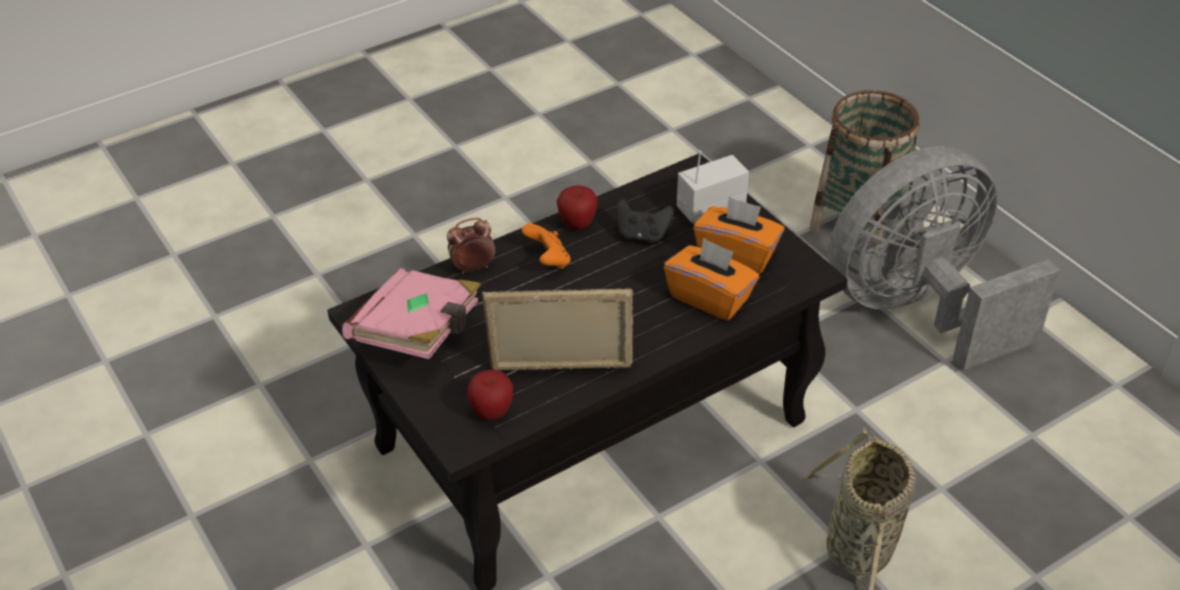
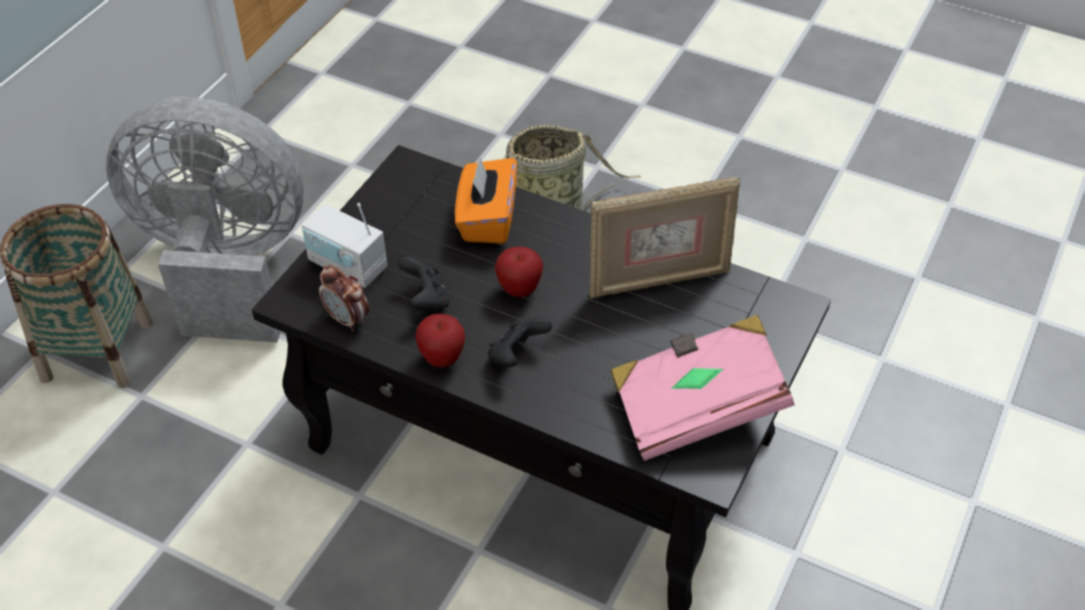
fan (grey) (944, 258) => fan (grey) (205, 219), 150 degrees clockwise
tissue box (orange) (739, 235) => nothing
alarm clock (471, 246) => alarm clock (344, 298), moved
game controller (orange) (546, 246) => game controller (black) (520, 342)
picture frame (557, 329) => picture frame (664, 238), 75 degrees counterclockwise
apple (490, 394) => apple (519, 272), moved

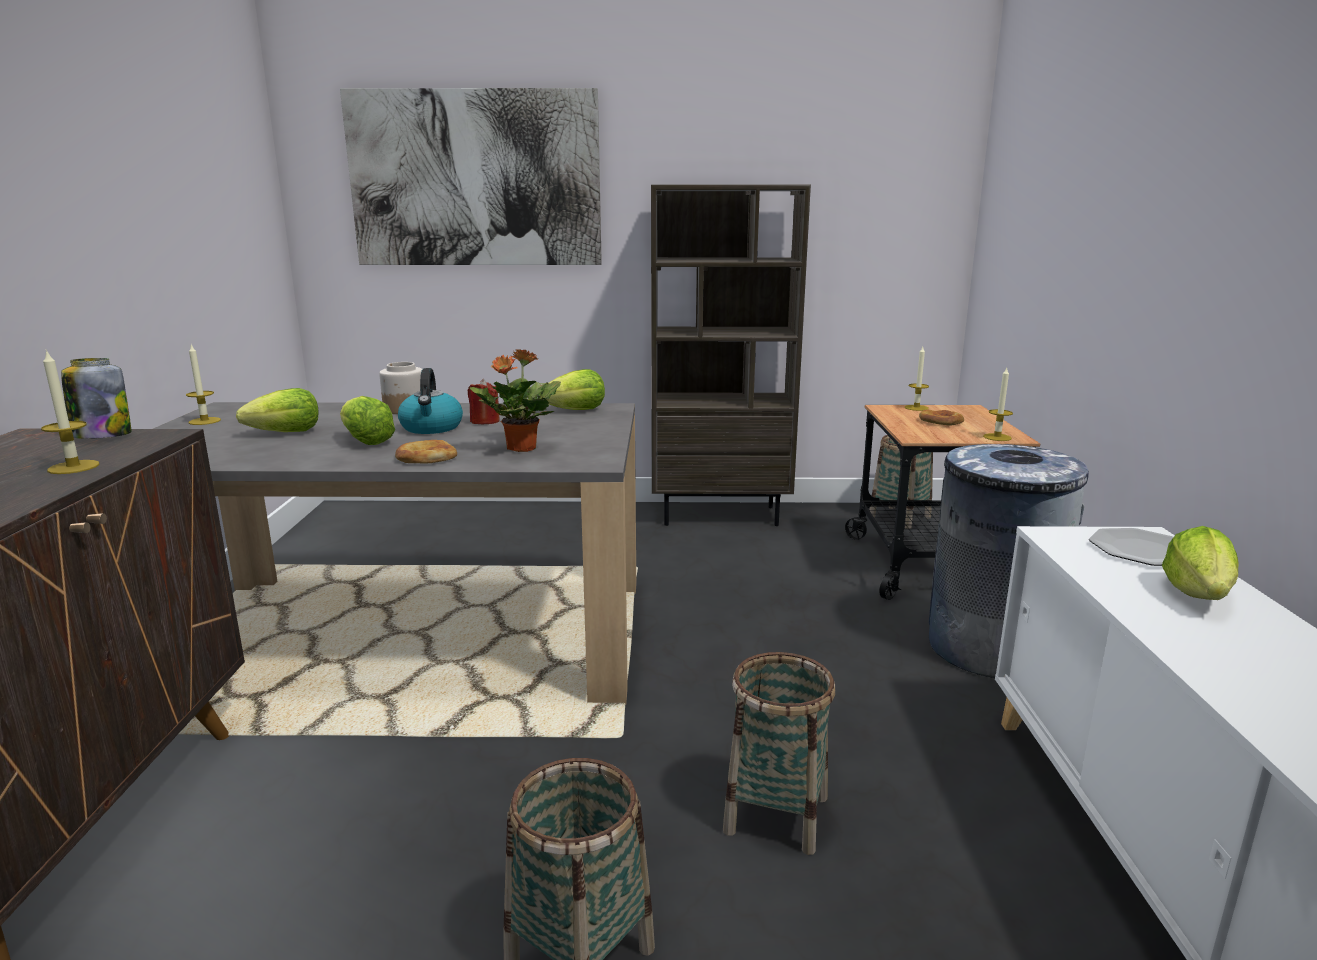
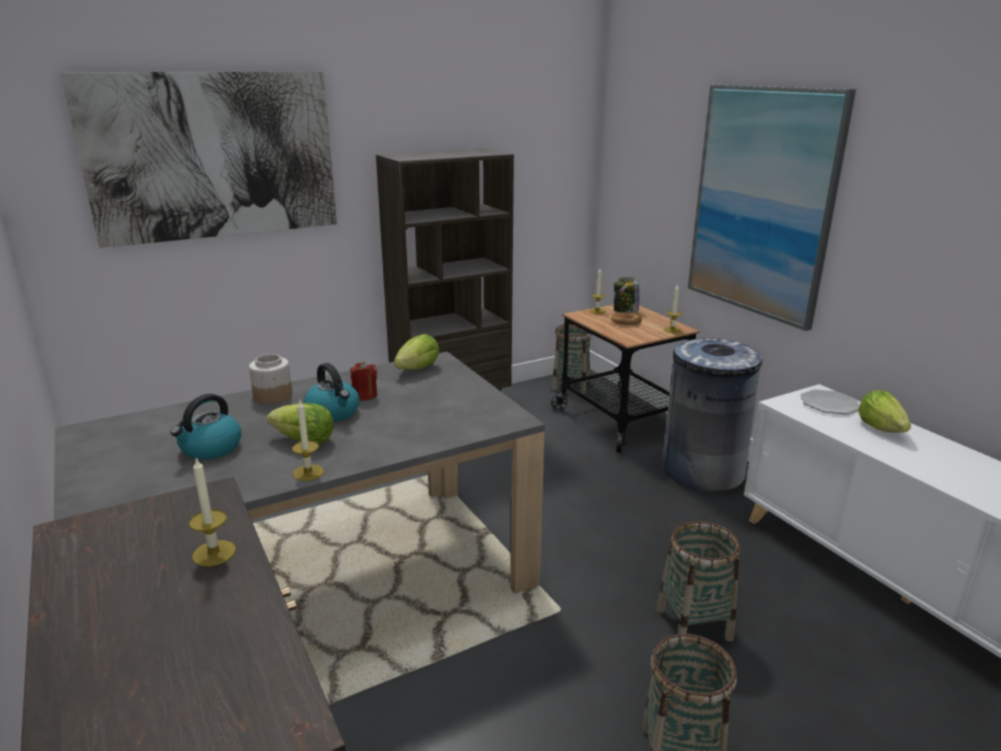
candle (203, 384) => candle (308, 440), moved
potted plant (515, 400) => nothing
jar (96, 398) => jar (626, 295), moved
lettuce (277, 410) => kettle (206, 427)
bread (426, 451) => nothing
nothing => picture (772, 207)

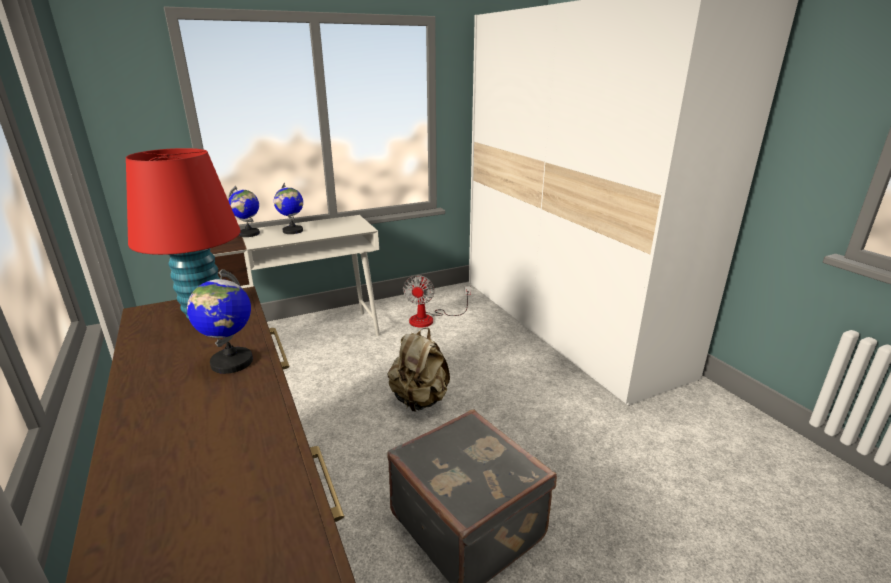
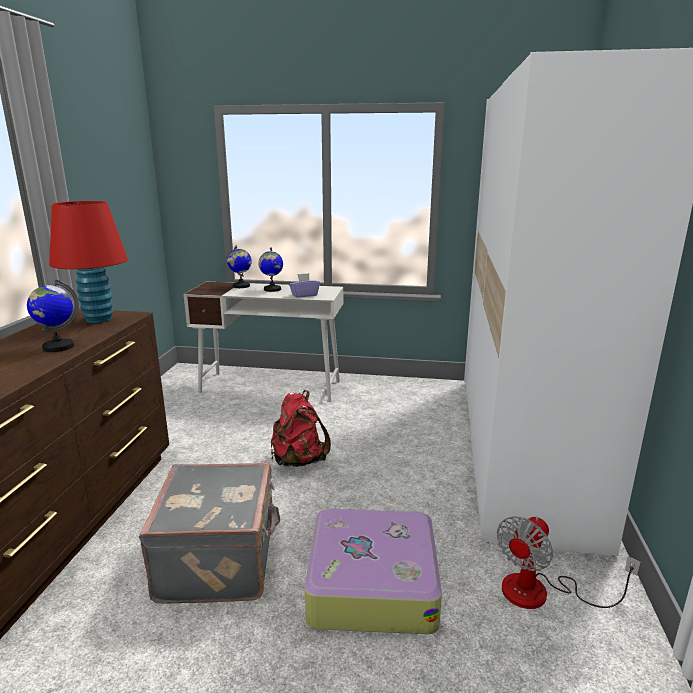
fan (437, 301) => fan (569, 562), moved
backpack (beige) (419, 370) => backpack (red) (301, 428)
nothing => tissue box (purple) (304, 285)
nothing => suitcase (373, 571)

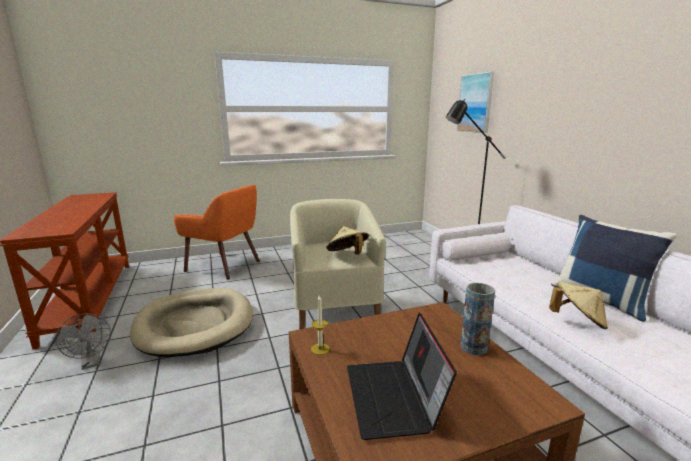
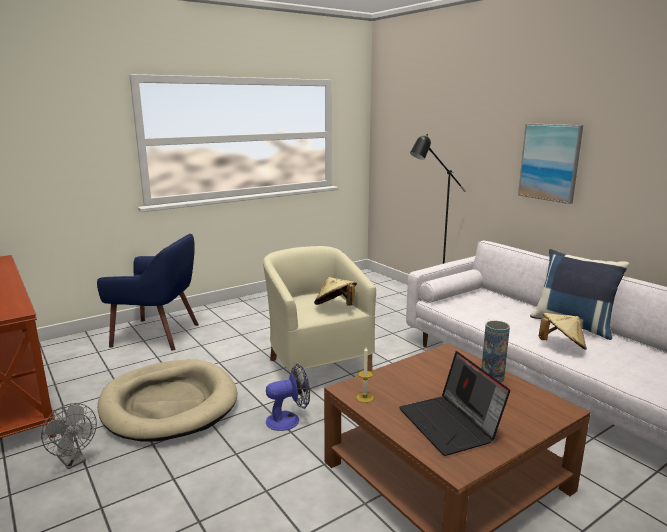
picture (475, 102) => picture (550, 163), moved
armchair (orange) (217, 232) => armchair (blue) (148, 292)
nothing => fan (288, 397)

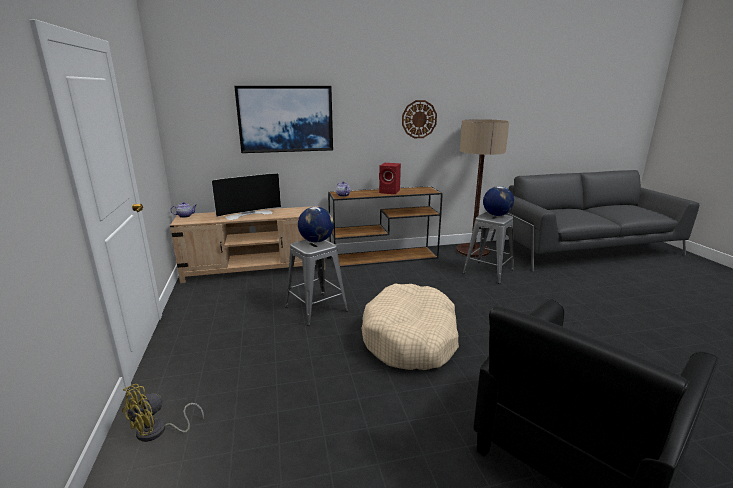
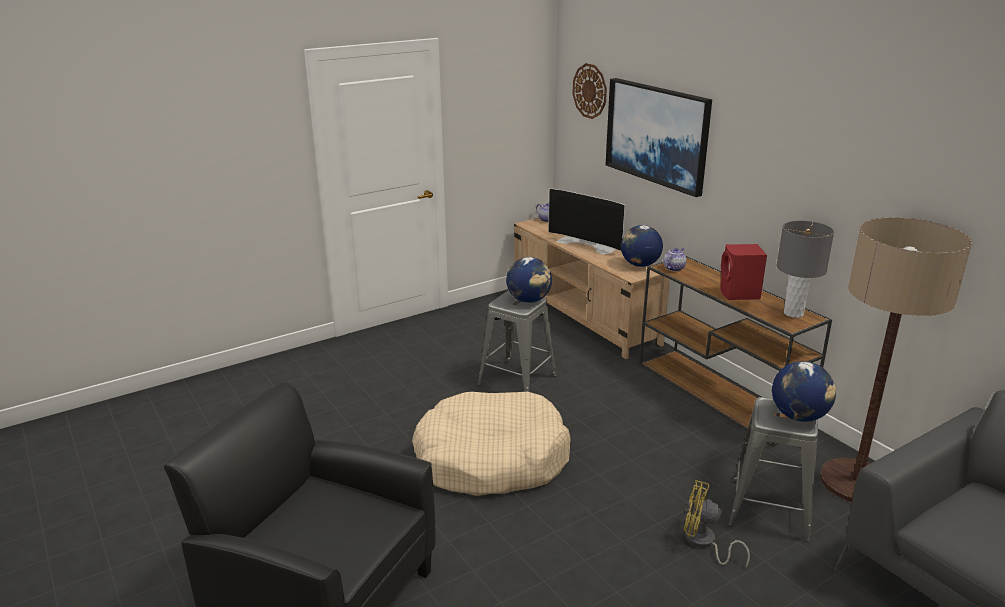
wall clock (419, 119) => wall clock (589, 91), moved
fan (yellow) (163, 413) => fan (yellow) (717, 524), moved
nothing => table lamp (grey) (805, 269)
nothing => globe (642, 246)

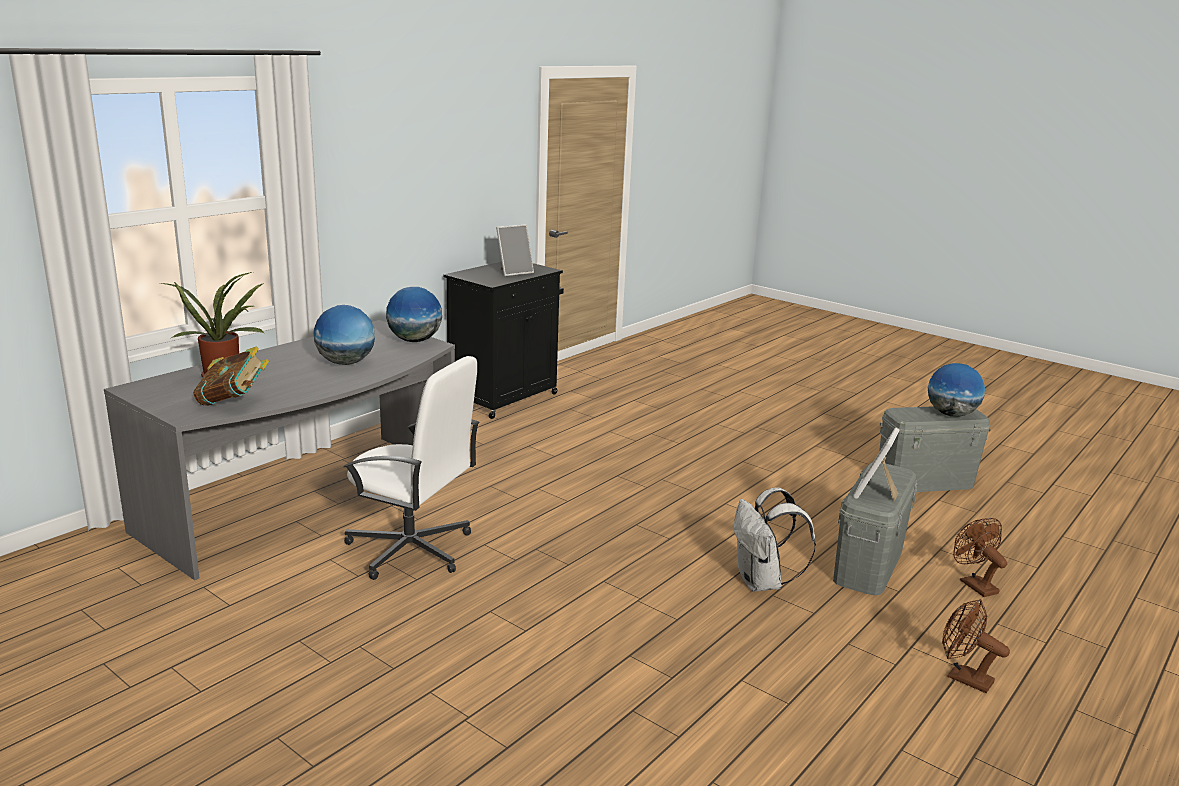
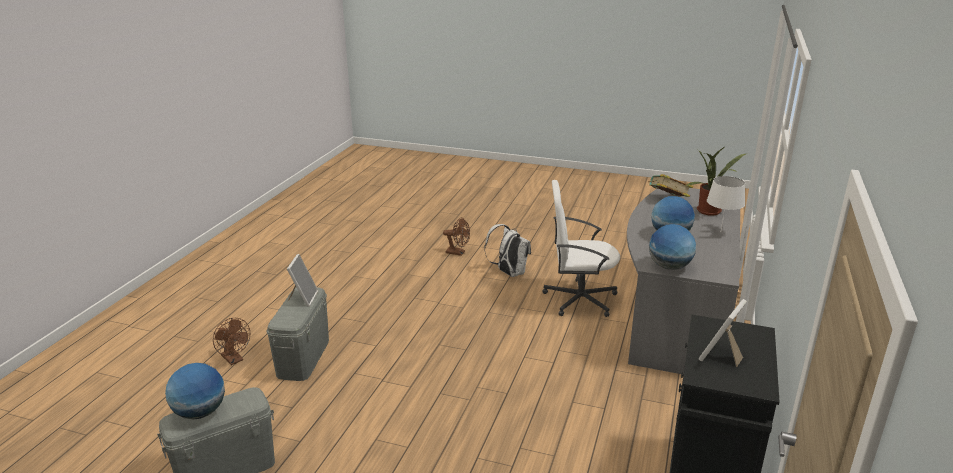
backpack (white) (775, 539) => backpack (white) (507, 250), moved
fan (brown) (976, 646) => fan (brown) (456, 236), moved
nothing => table lamp (white) (726, 203)

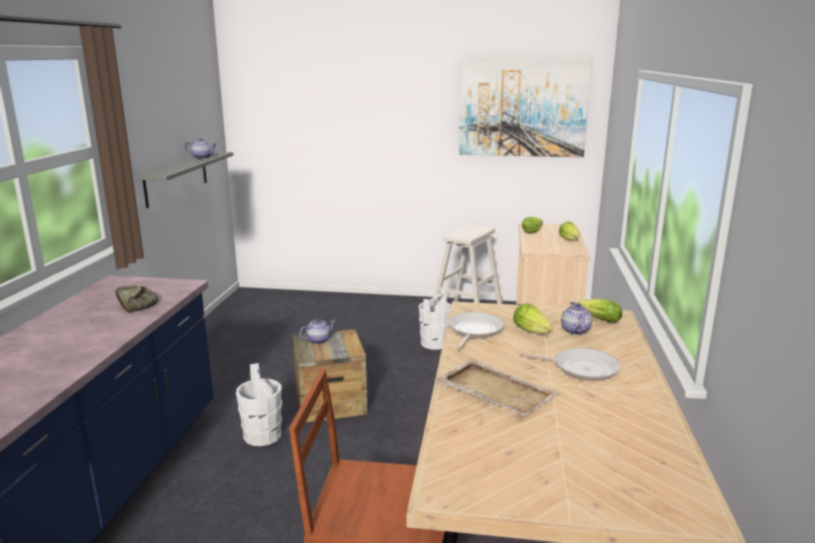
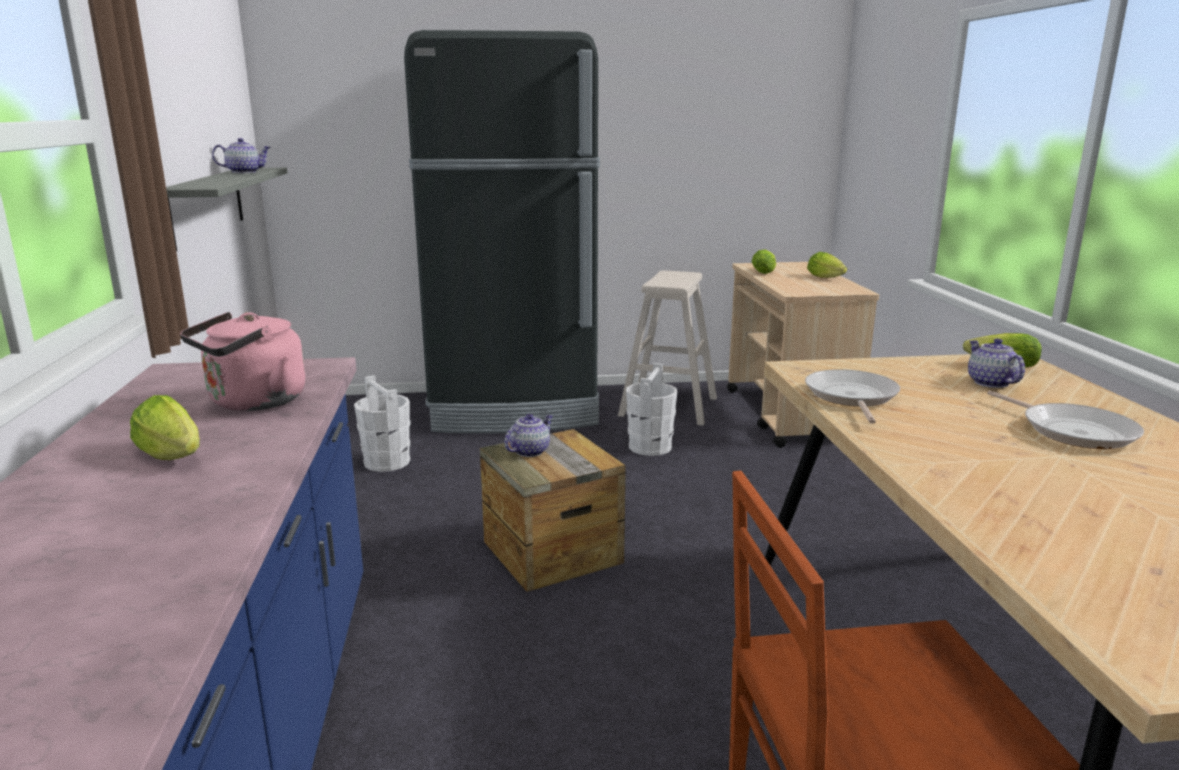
picture (525, 108) => nothing
bread (136, 298) => kettle (pink) (242, 361)
lettuce (533, 318) => lettuce (165, 427), moved
frying pan (570, 364) => frying pan (1065, 420), 60 degrees clockwise
tray (beige) (497, 387) => nothing
bucket (white) (259, 404) => bucket (white) (382, 423), moved
nothing => fridge (black) (502, 232)

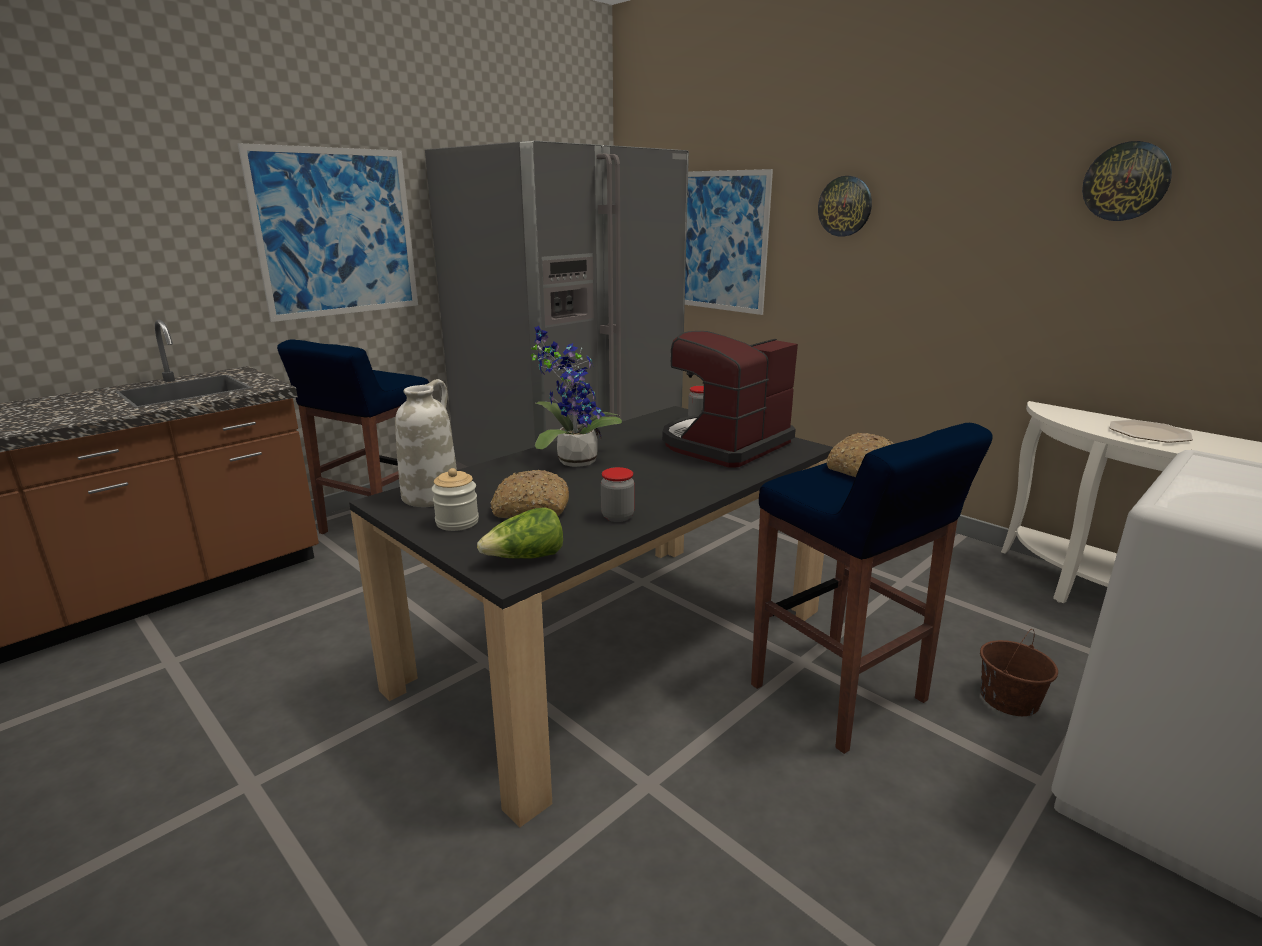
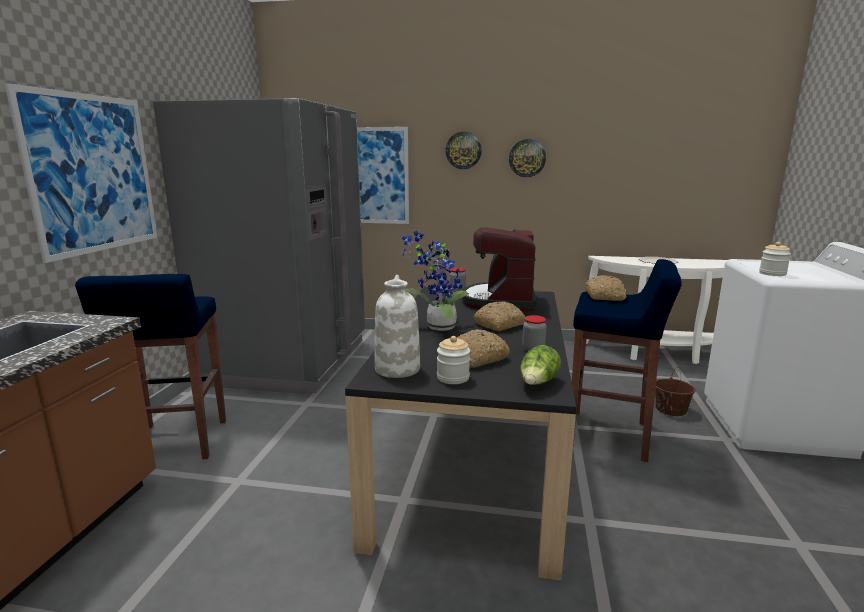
wall clock (1127, 181) => wall clock (527, 158), moved
nothing => jar (775, 259)
nothing => bread (499, 316)

